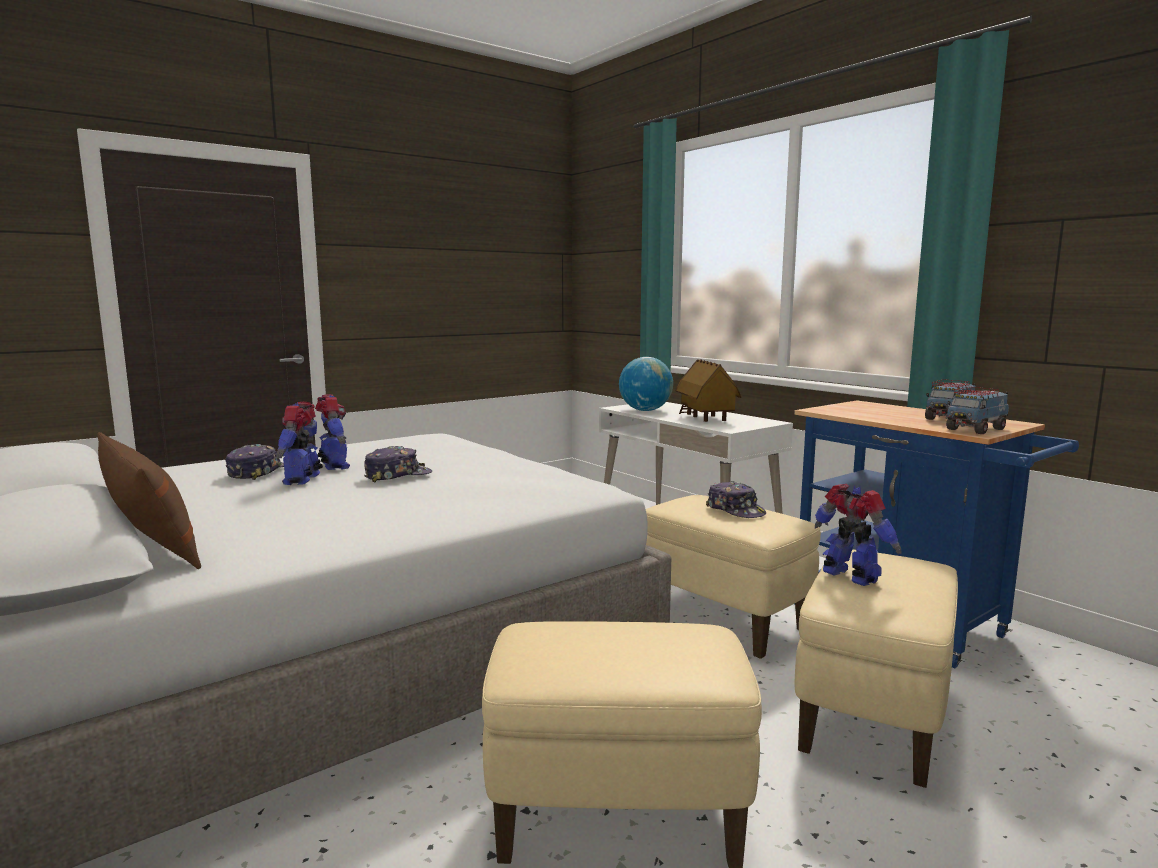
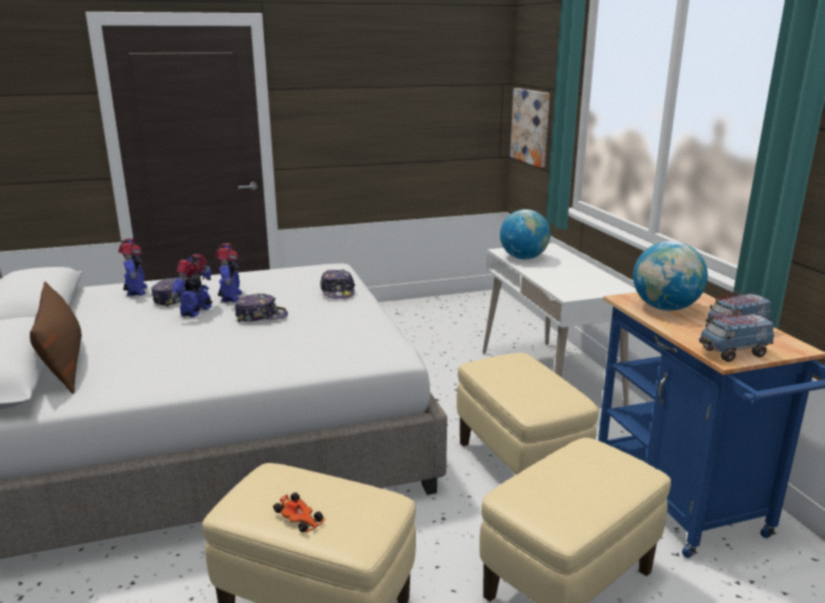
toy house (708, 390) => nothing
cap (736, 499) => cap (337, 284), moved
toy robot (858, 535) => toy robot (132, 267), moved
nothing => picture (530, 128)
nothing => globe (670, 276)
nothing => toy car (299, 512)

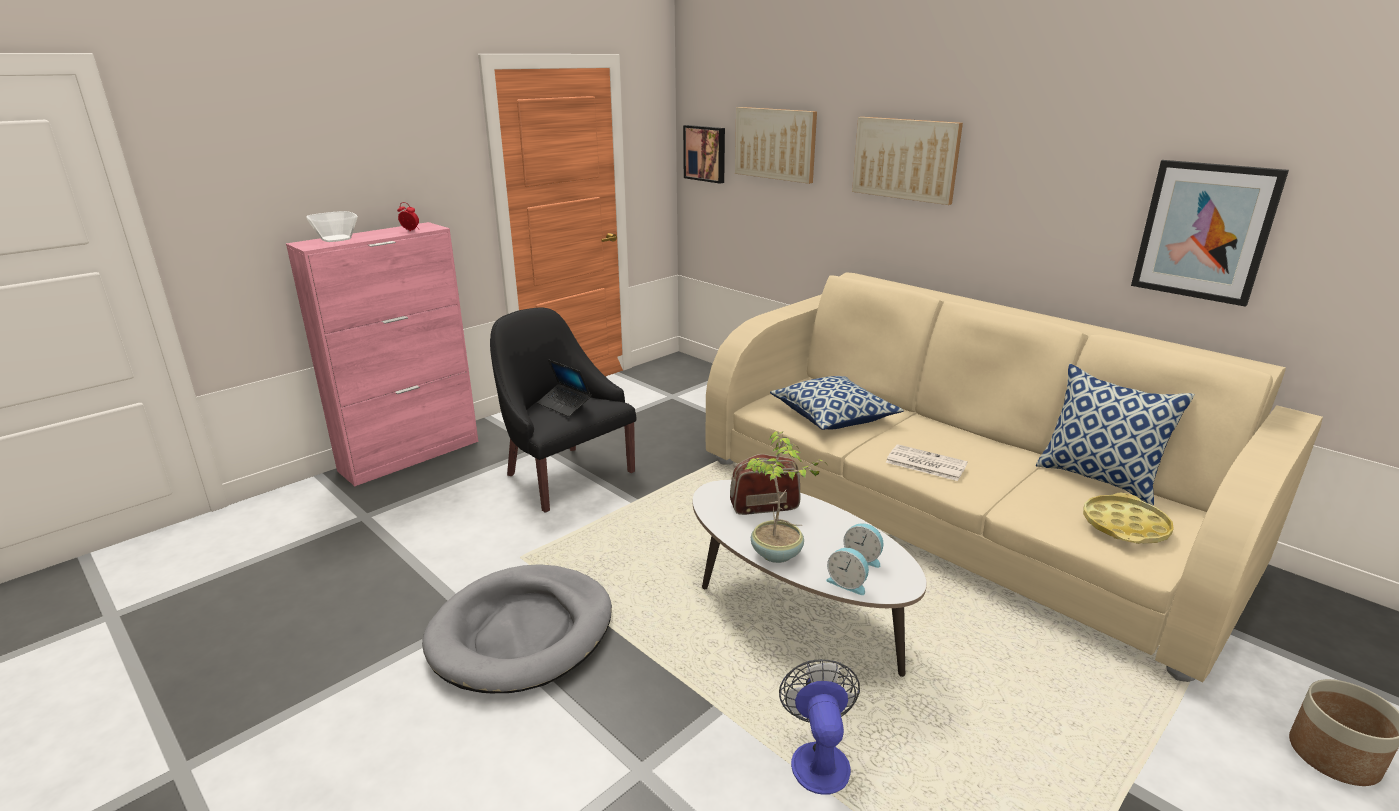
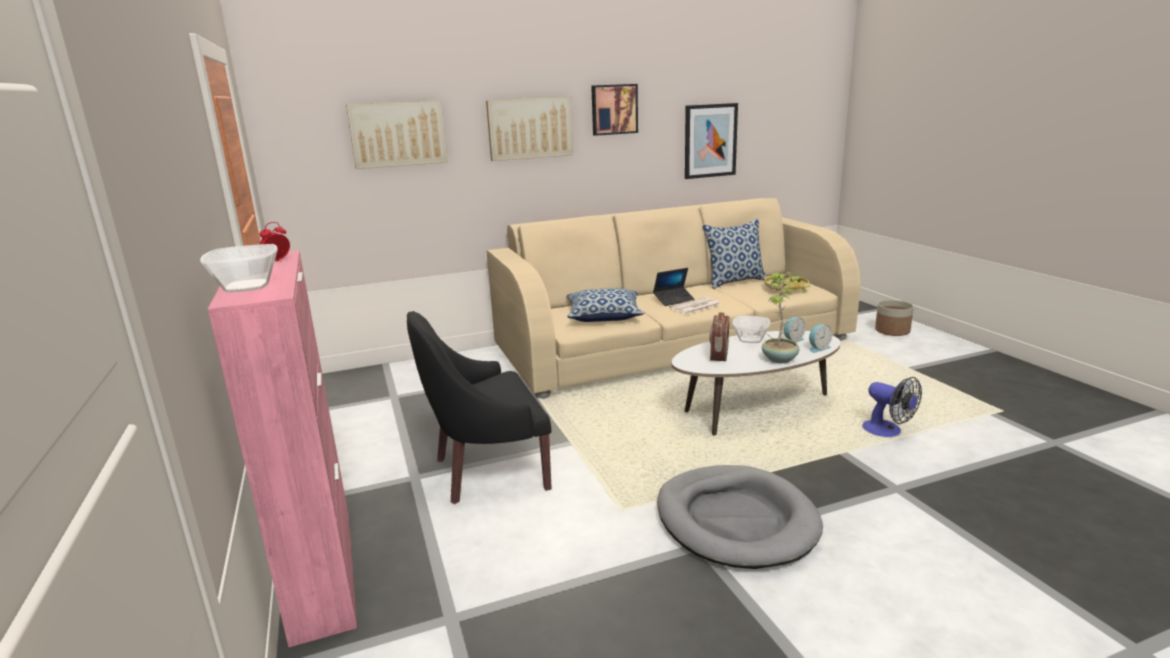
picture (704, 154) => picture (614, 110), moved
laptop (564, 388) => laptop (673, 287), moved
fan (819, 727) => fan (892, 407), 150 degrees counterclockwise
nothing => bowl (751, 329)

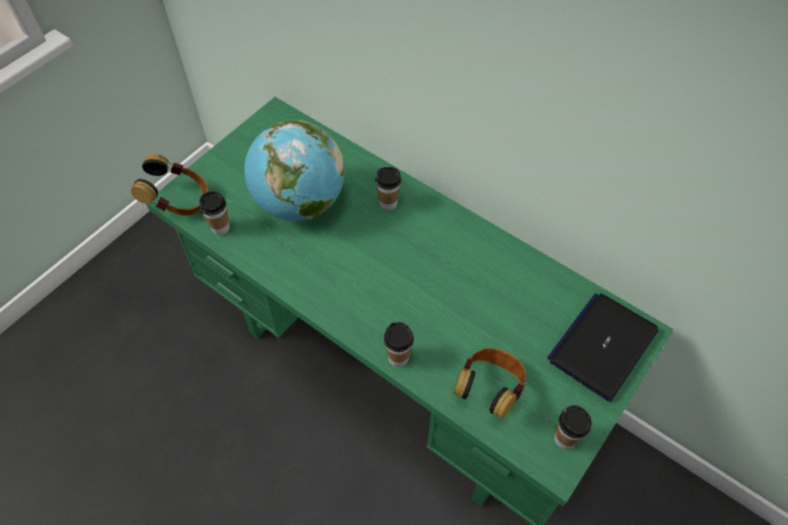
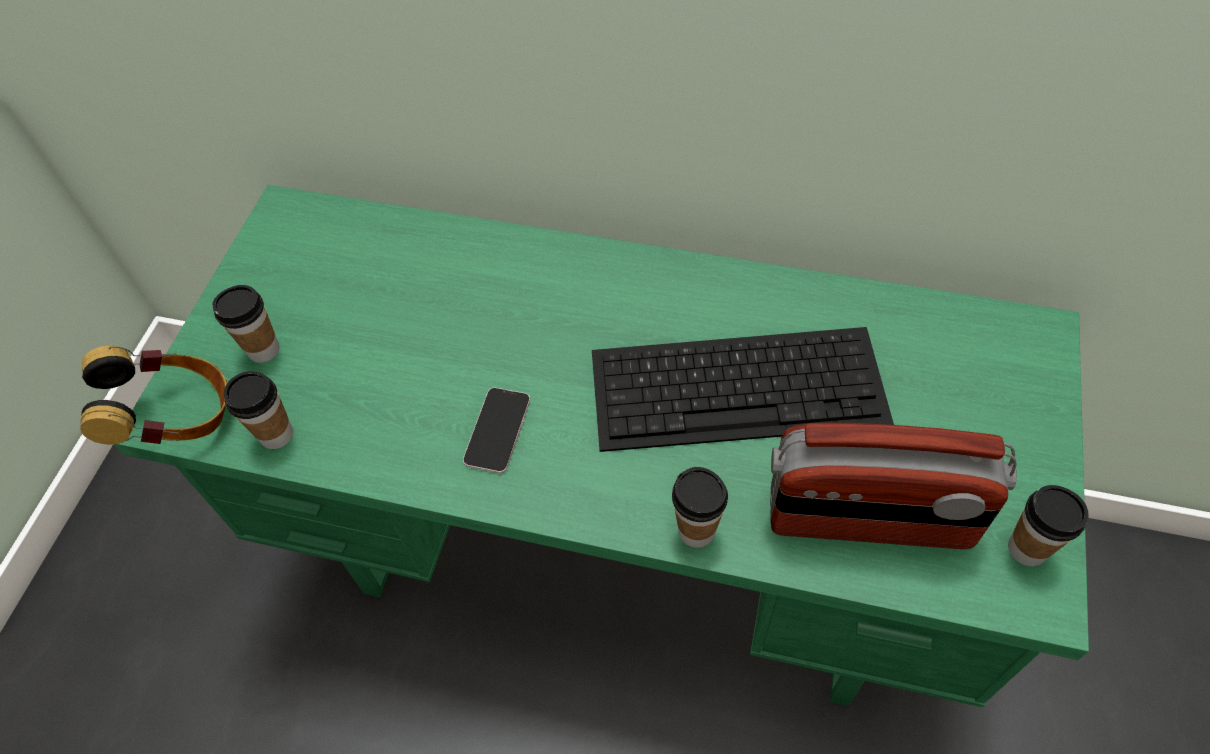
globe (294, 170) => nothing
cup (388, 188) => cup (246, 324), moved
laptop (602, 347) => nothing
headphones (489, 383) => radio (893, 486)
nothing => keyboard (743, 389)
nothing => phone (496, 430)

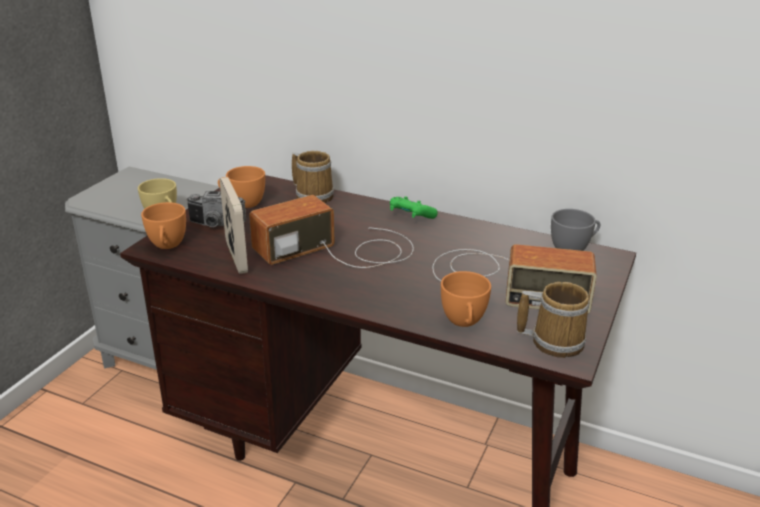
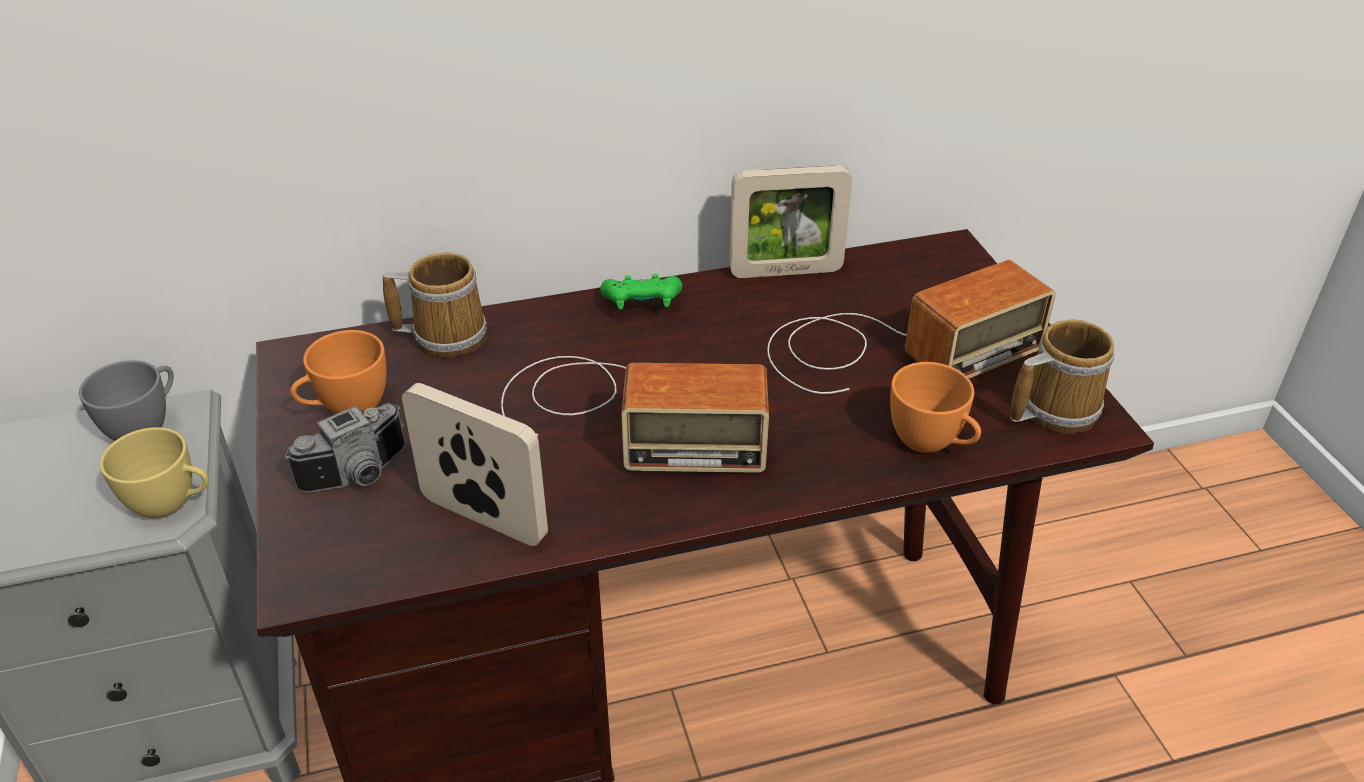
radio (331, 231) => radio (635, 414), 105 degrees counterclockwise
cup (orange) (163, 225) => nothing
cup (grey) (575, 230) => cup (grey) (126, 400), moved
nothing => picture frame (790, 221)

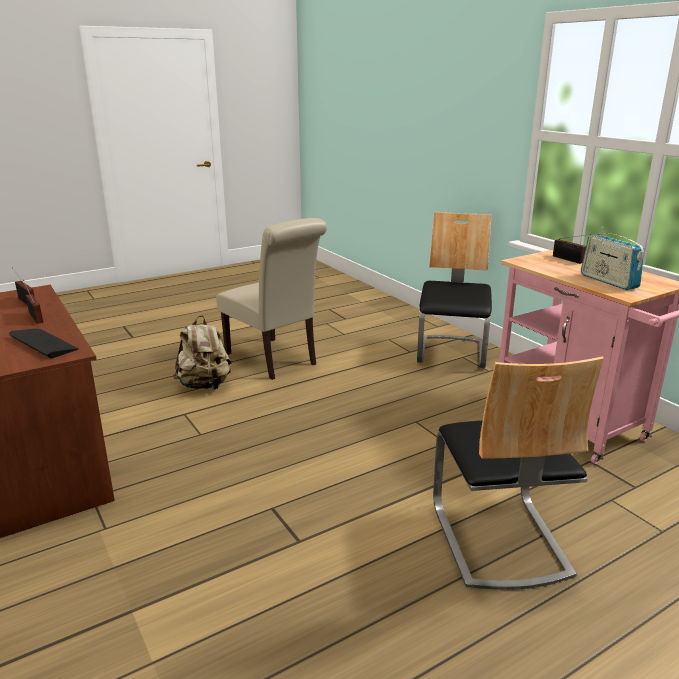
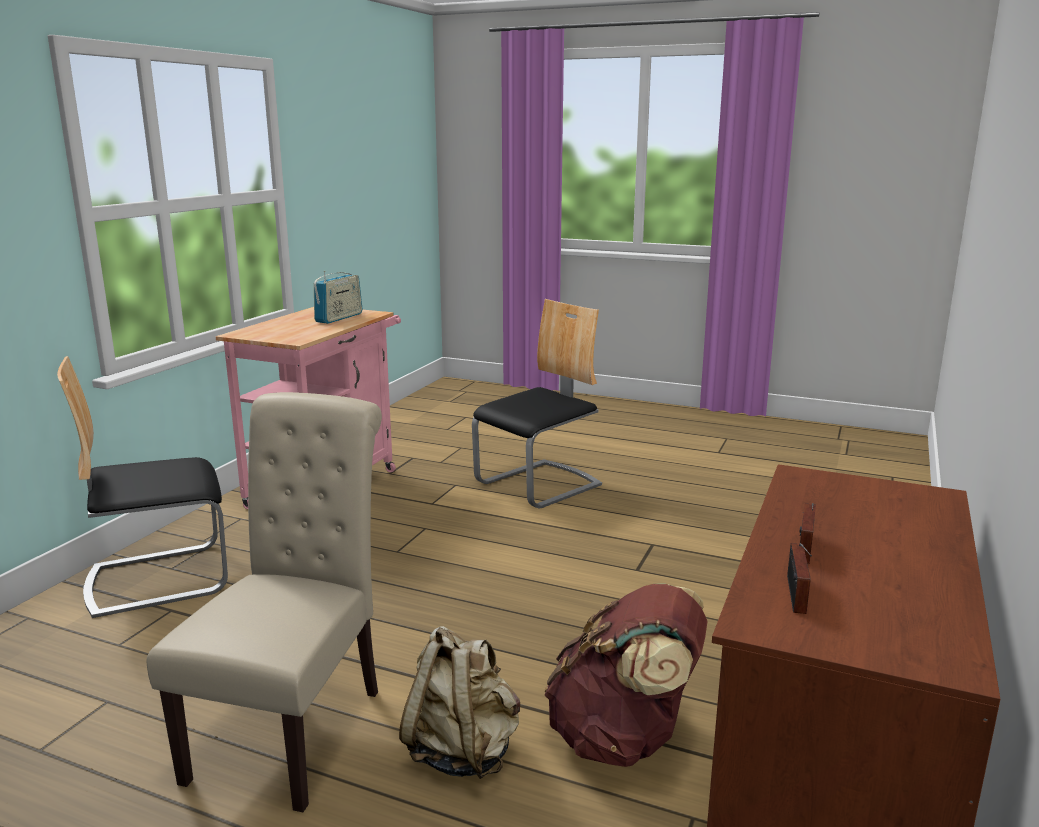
radio (572, 249) => nothing
keyboard (44, 343) => nothing
nothing => backpack (brown) (626, 675)

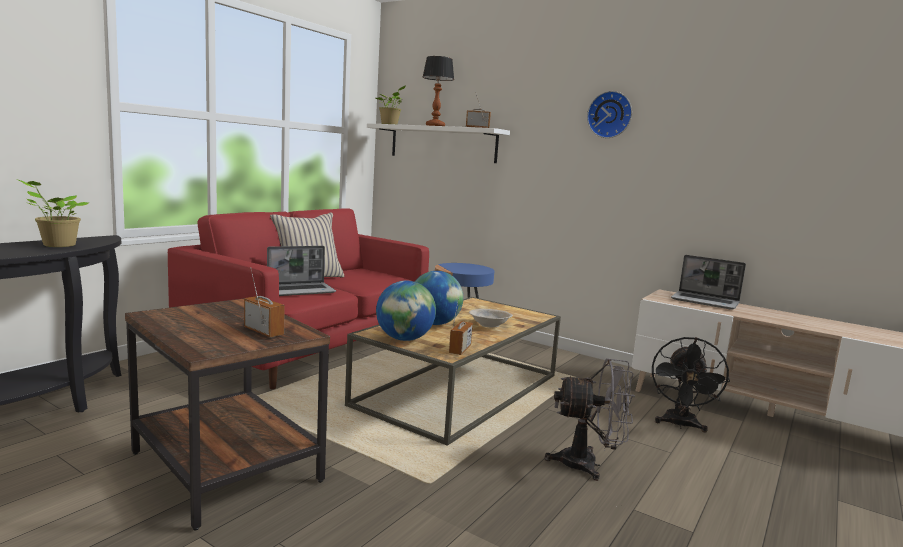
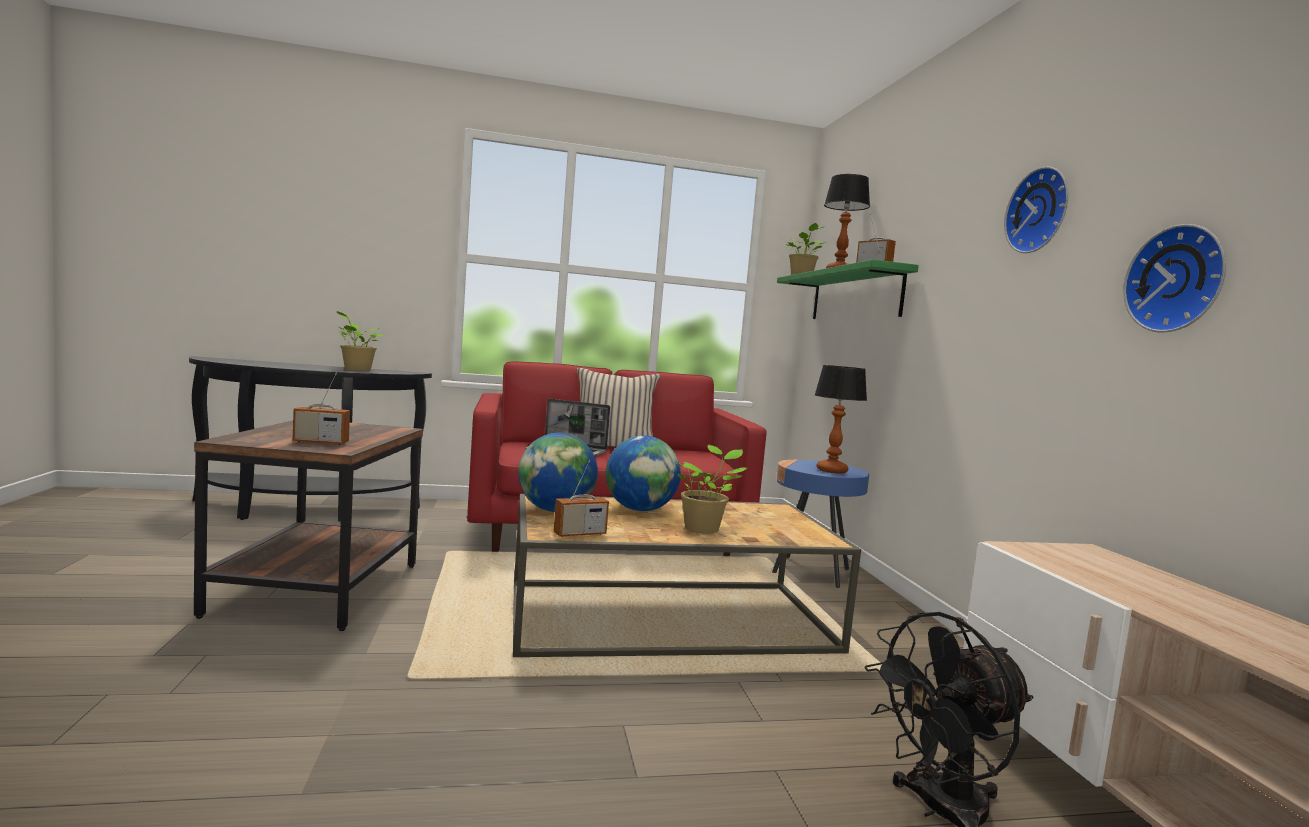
shelf (white) (438, 143) => shelf (green) (848, 289)
laptop (708, 282) => nothing
radio (264, 302) => radio (321, 409), 90 degrees clockwise
bowl (beige) (491, 318) => potted plant (712, 489)
fan (grey) (589, 419) => nothing
nothing => wall clock (1174, 278)
nothing => table lamp (841, 419)

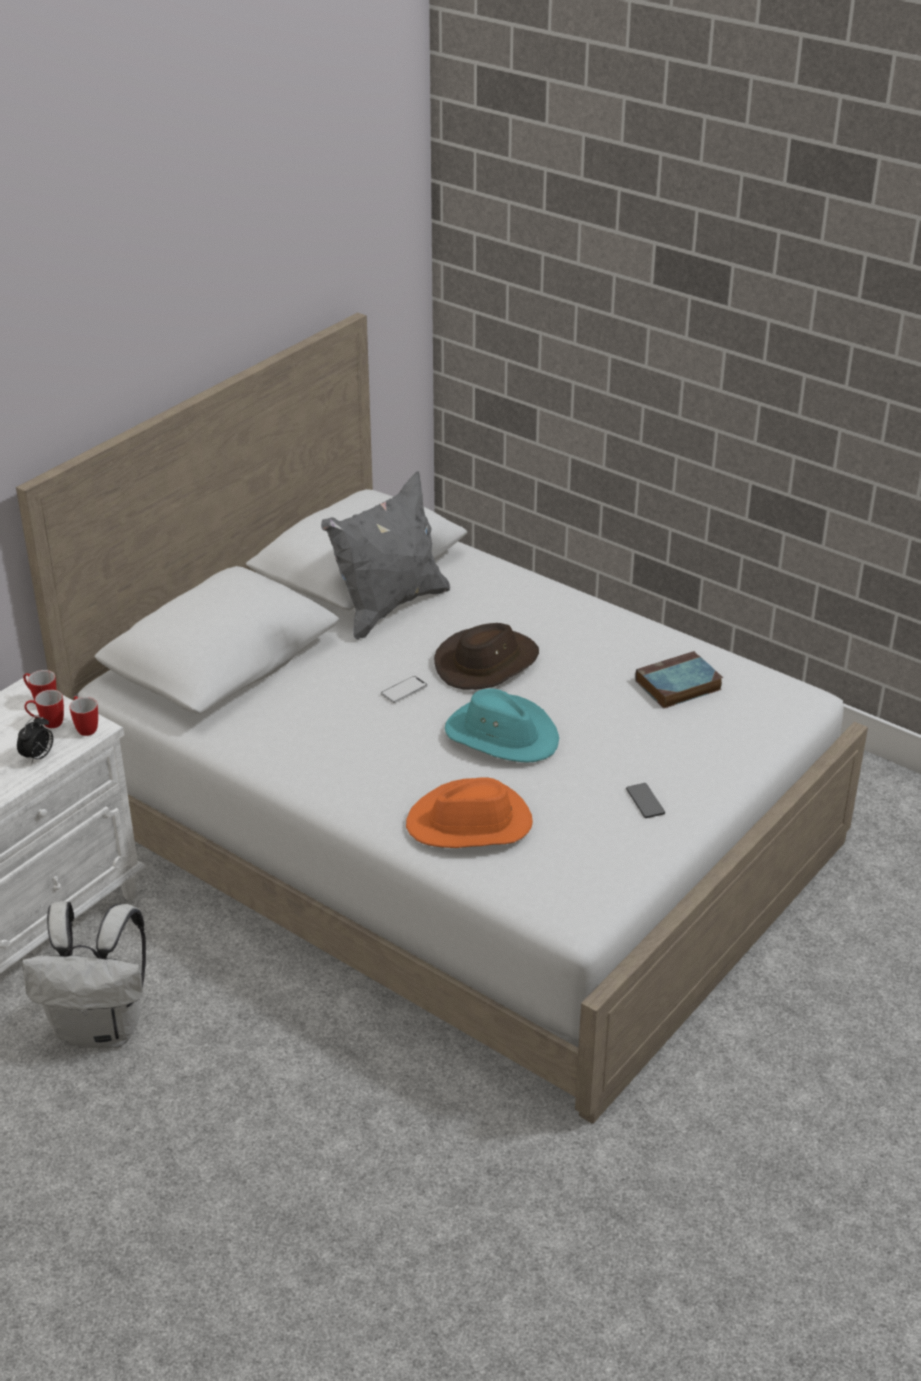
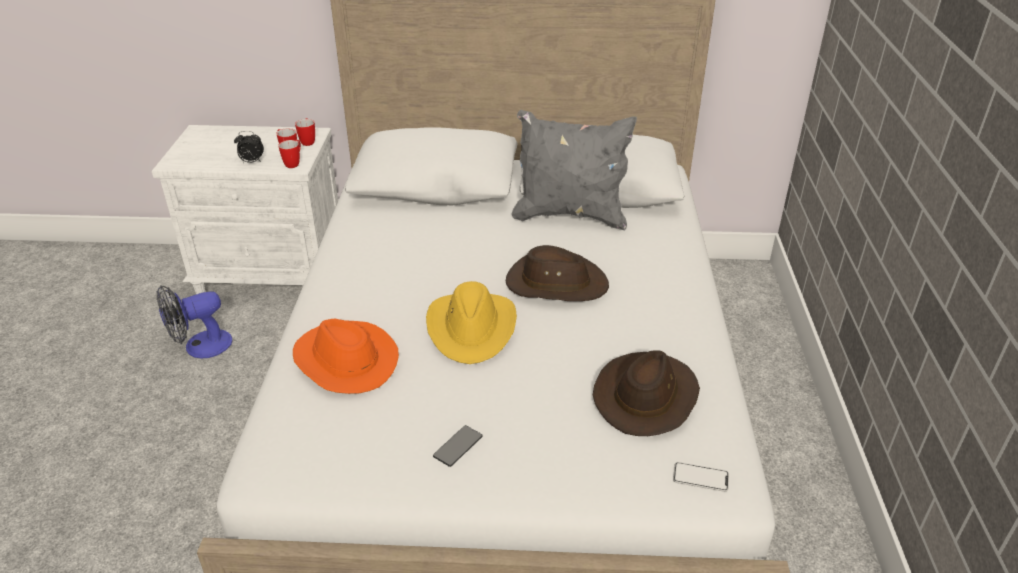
book (679, 680) => hat (brown) (646, 393)
phone (404, 689) => phone (701, 477), moved
hat (turquoise) (502, 725) => hat (yellow) (471, 322)
backpack (white) (84, 974) => fan (194, 322)

